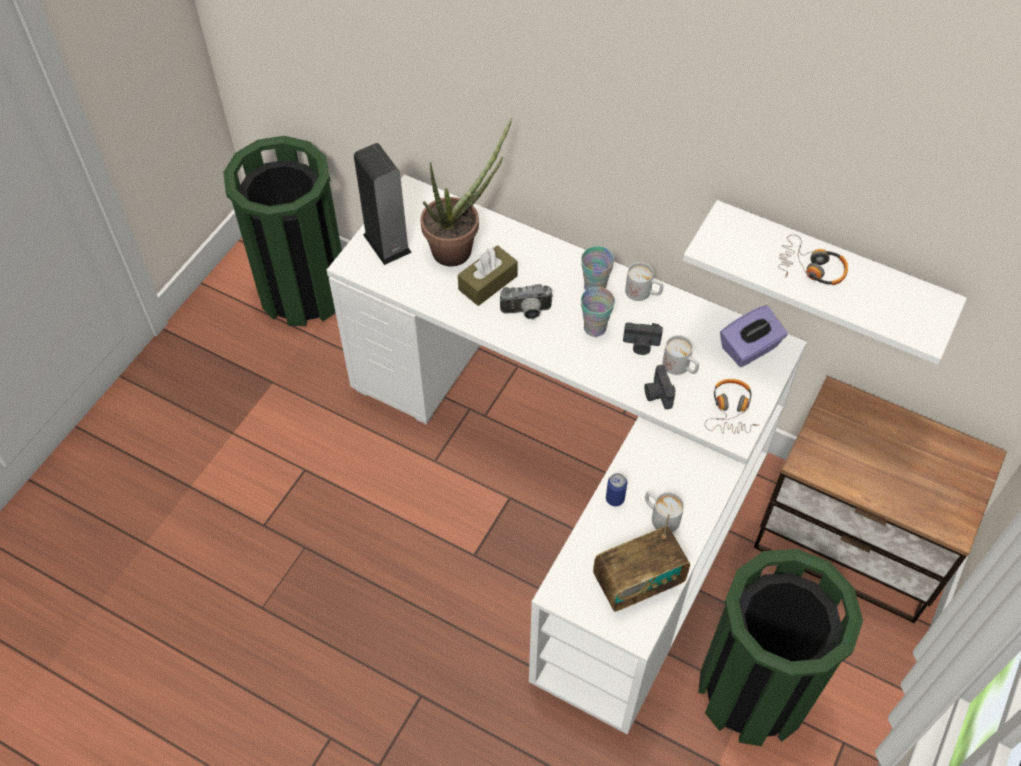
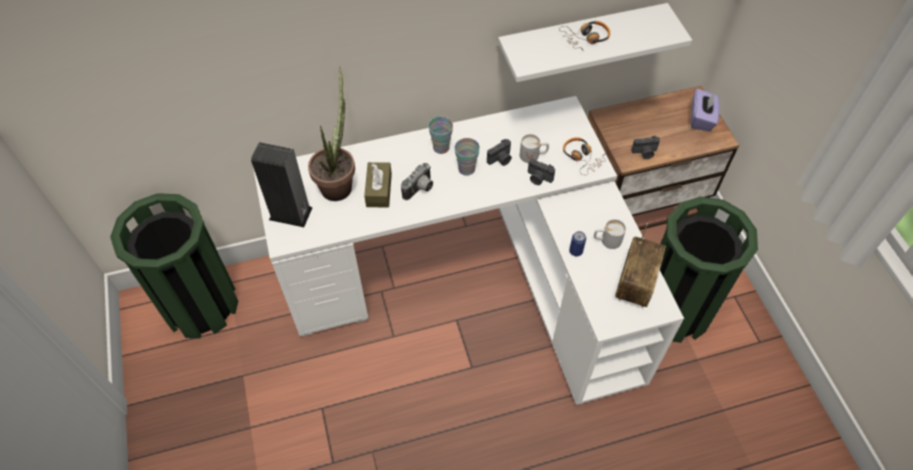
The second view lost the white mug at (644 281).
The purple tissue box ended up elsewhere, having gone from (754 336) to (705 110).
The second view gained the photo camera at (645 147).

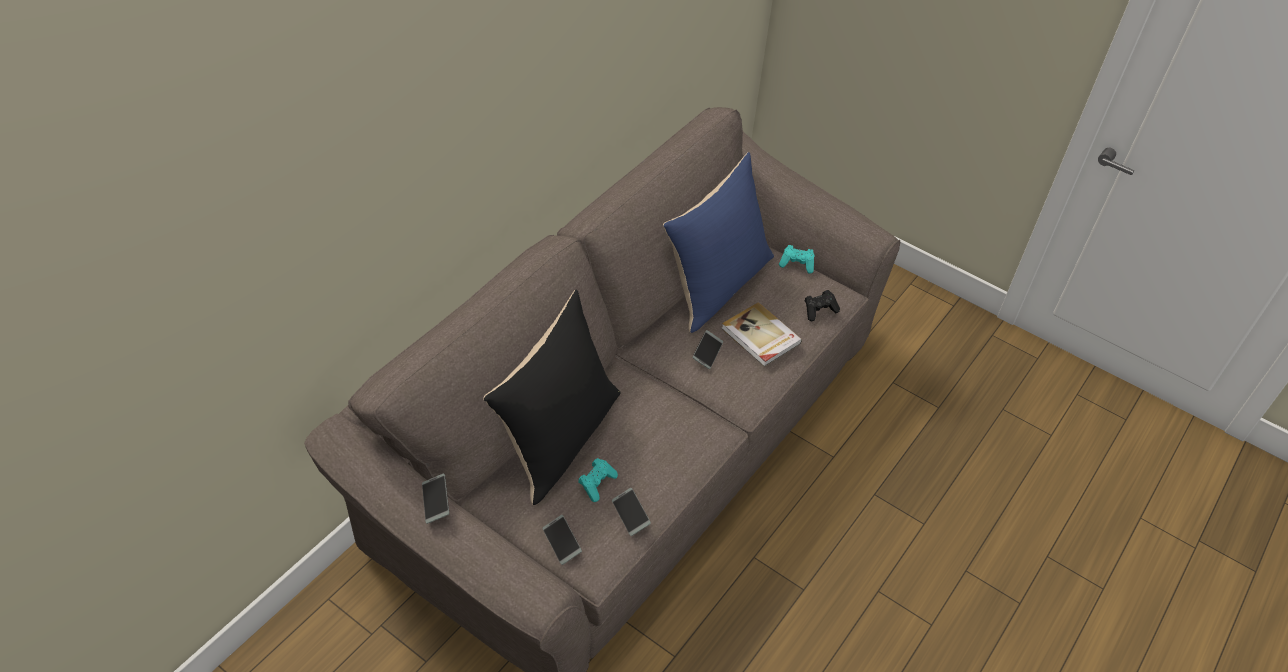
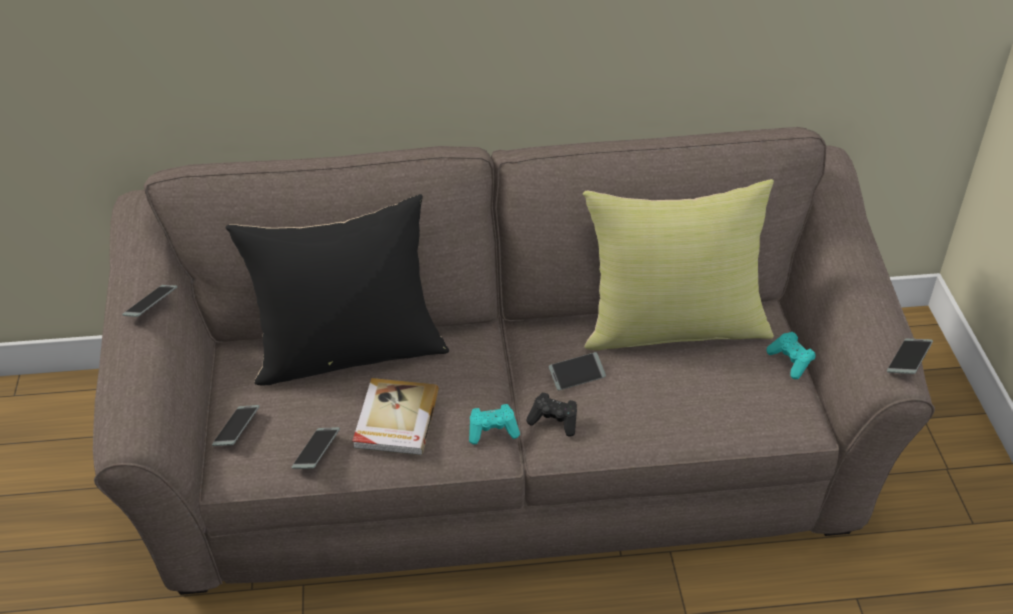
What was the blue pillow at (718 242) turned into the yellow pillow at (678 264).
The black game controller ended up elsewhere, having gone from (822 305) to (551 414).
The book ended up elsewhere, having gone from (761 334) to (395 417).
The turquoise game controller ended up elsewhere, having gone from (598 480) to (494 424).
The second view gained the phone at (910 356).

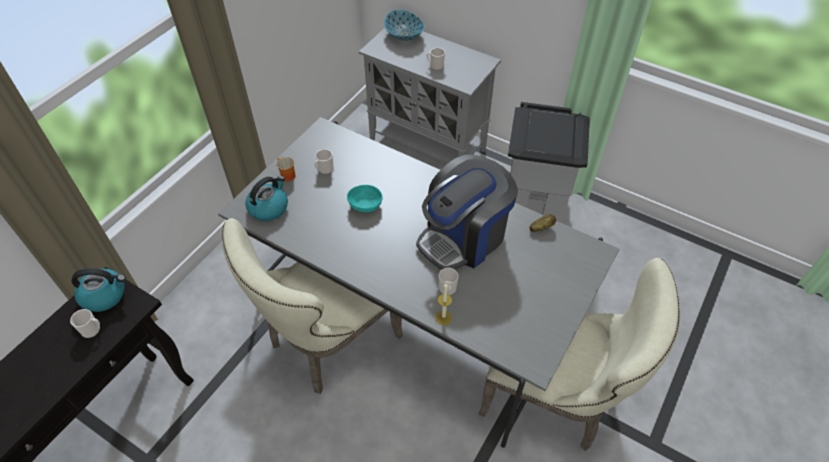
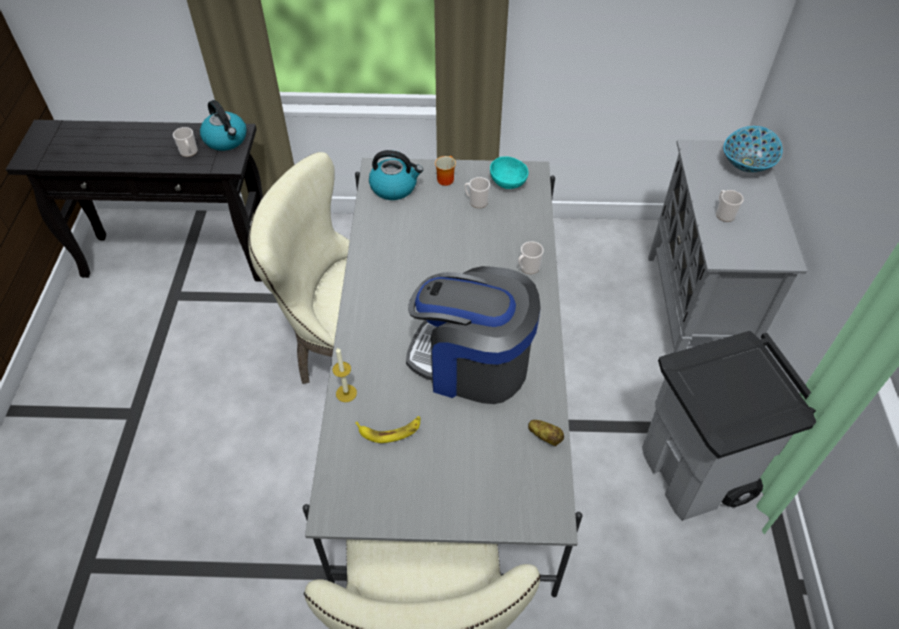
The turquoise bowl ended up elsewhere, having gone from (364 198) to (509 172).
The mug ended up elsewhere, having gone from (448 281) to (530 257).
The second view gained the banana at (387 429).

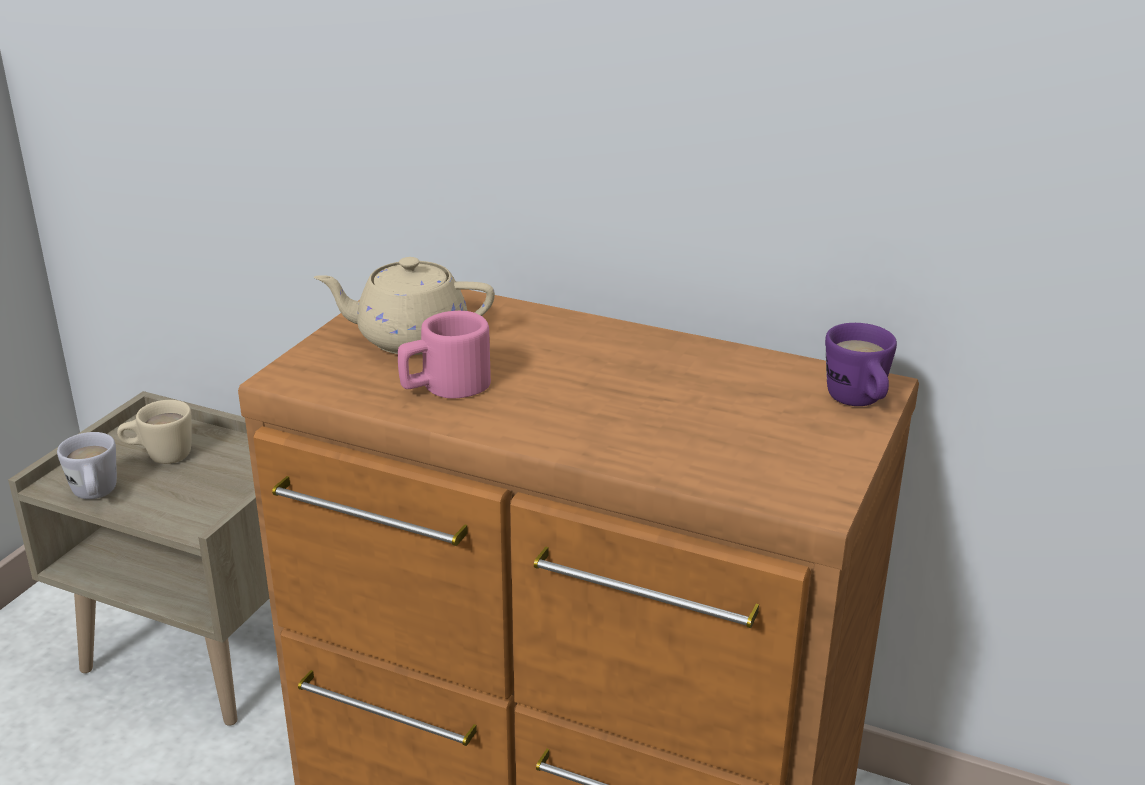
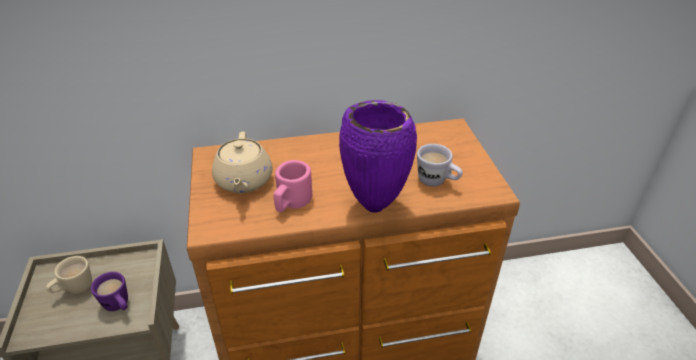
The beige teapot at (404 306) ended up facing another way, 60 degrees counterclockwise from before.
The purple mug ended up elsewhere, having gone from (861 364) to (109 291).
The white mug ended up elsewhere, having gone from (87 465) to (440 165).
The second view gained the purple vase at (378 156).

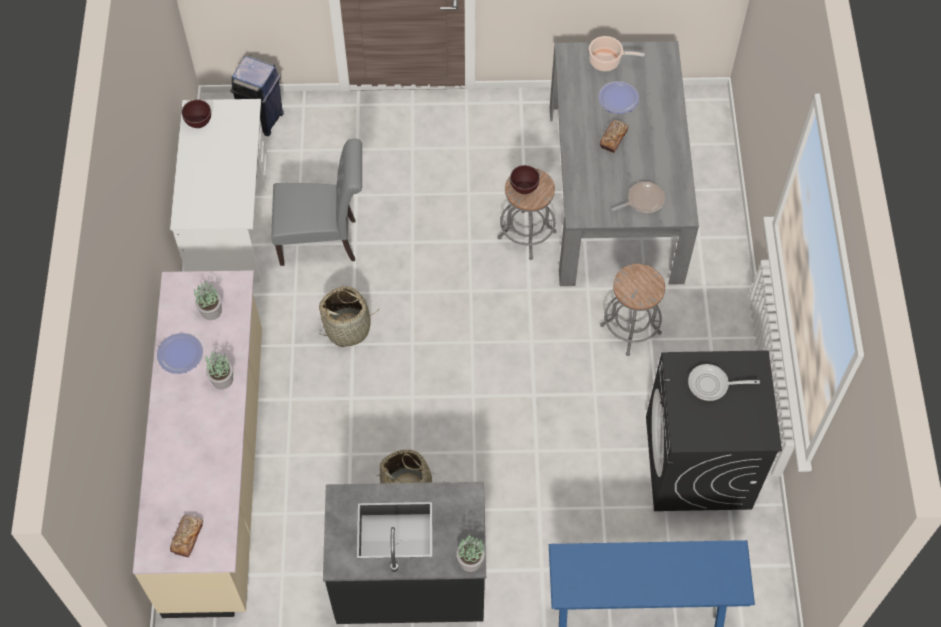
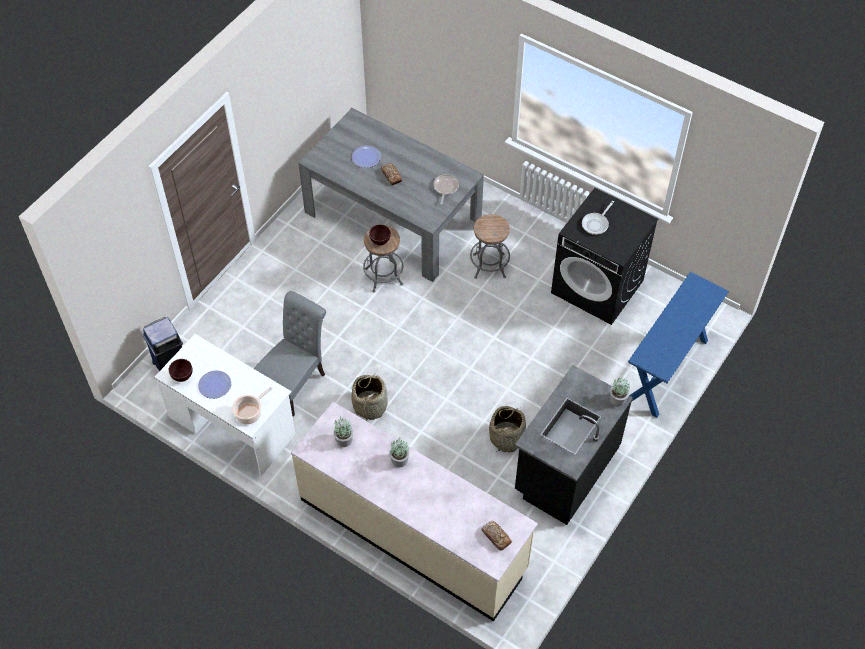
The cooking pot ended up elsewhere, having gone from (617 53) to (252 405).
The plate ended up elsewhere, having gone from (180 353) to (214 384).

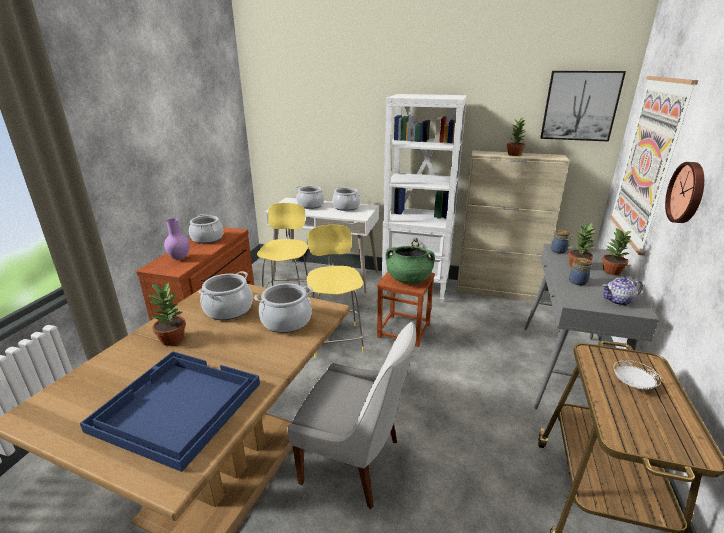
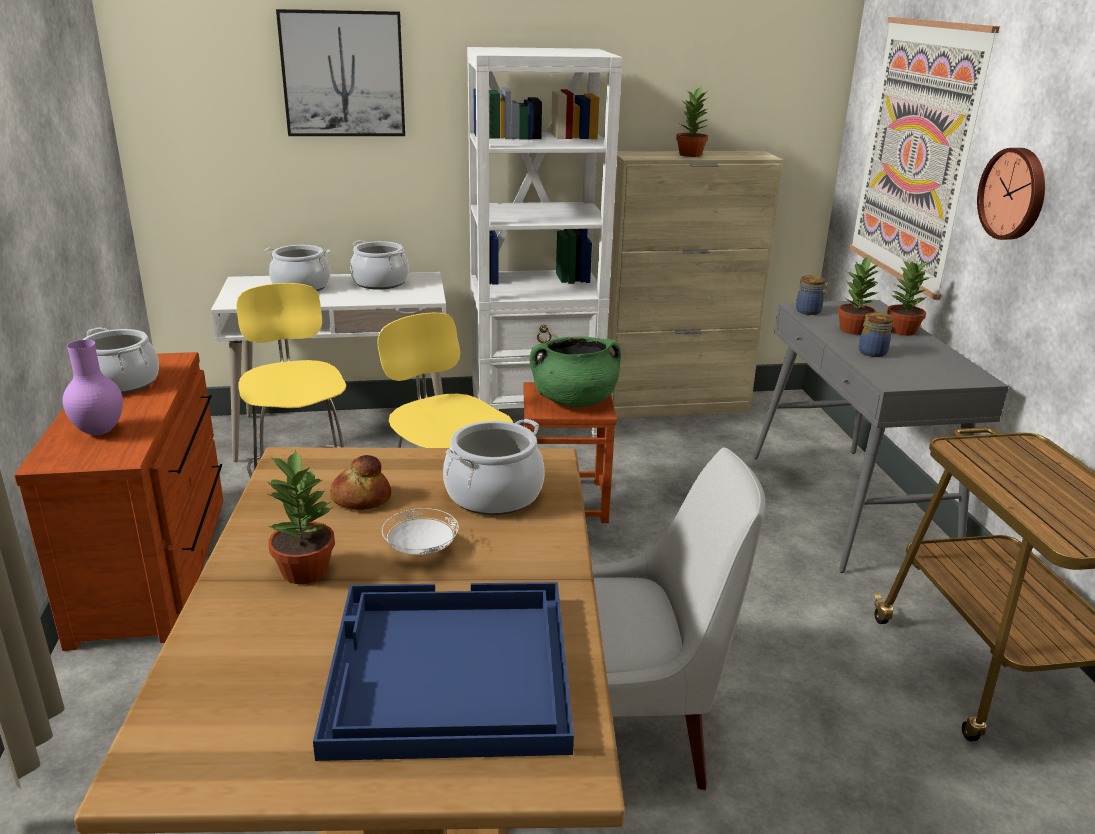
The picture ended up elsewhere, having gone from (583 106) to (340 72).
Where the cooking pot stood at (226 295), the bread came to stand at (360 482).
The second view lost the teapot at (622 291).
The white plate ended up elsewhere, having gone from (637 375) to (420 531).

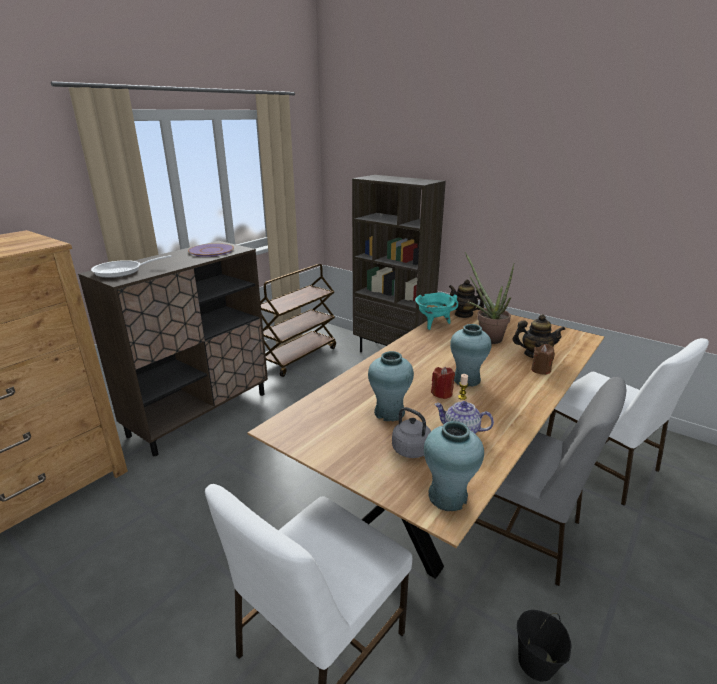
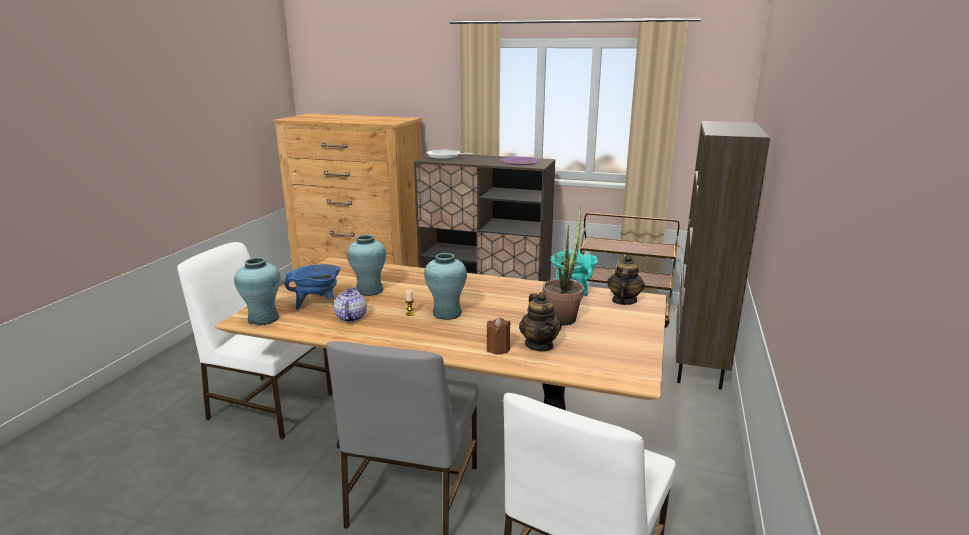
The second view lost the red candle at (443 383).
Where the grey kettle stood at (411 432), the blue cooking pot came to stand at (313 287).
The second view lost the black bucket at (544 645).

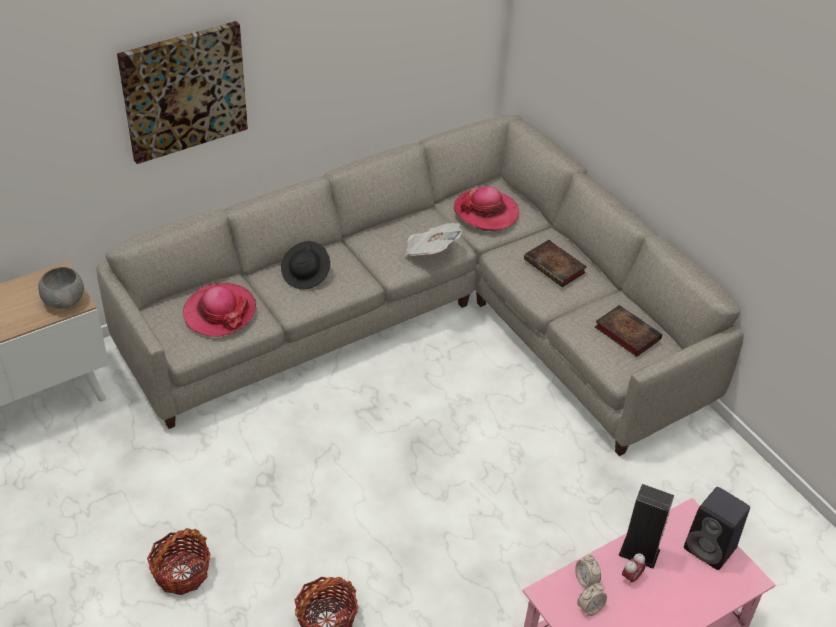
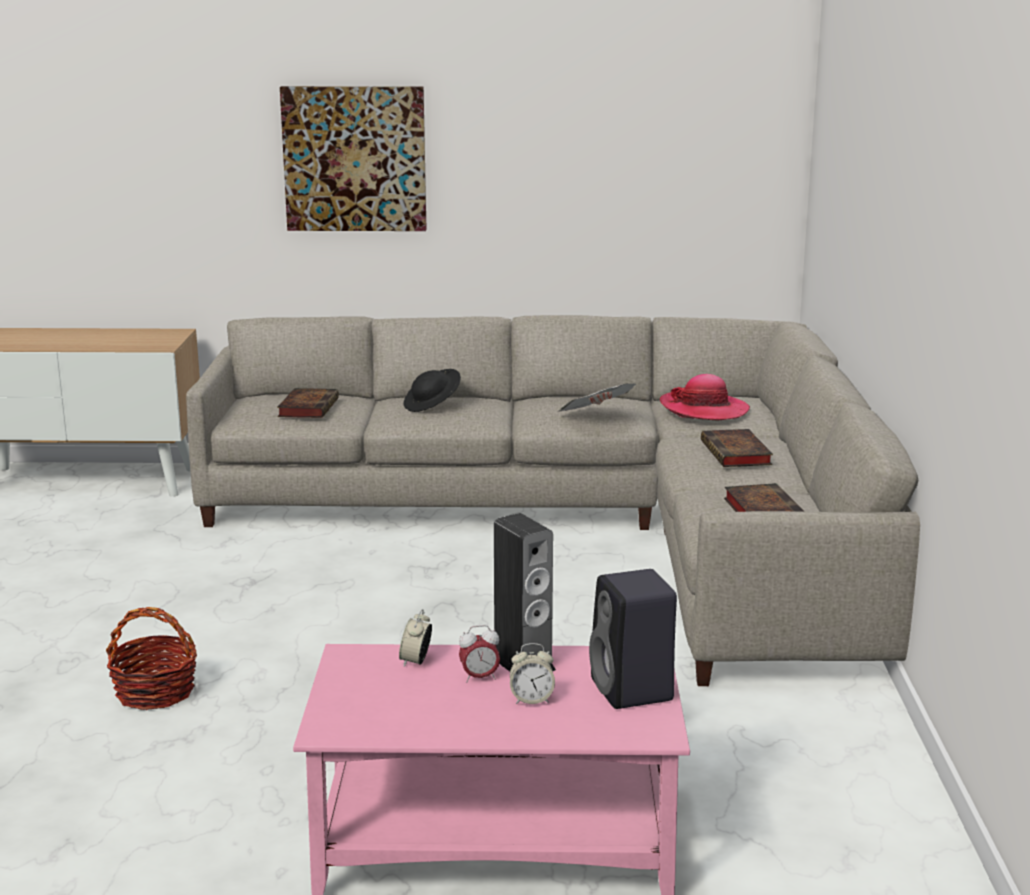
The second view lost the grey bowl at (61 288).
Where the hat stood at (219 310), the book came to stand at (308 403).
The second view lost the basket at (179 561).
The alarm clock ended up elsewhere, having gone from (592 600) to (532 673).

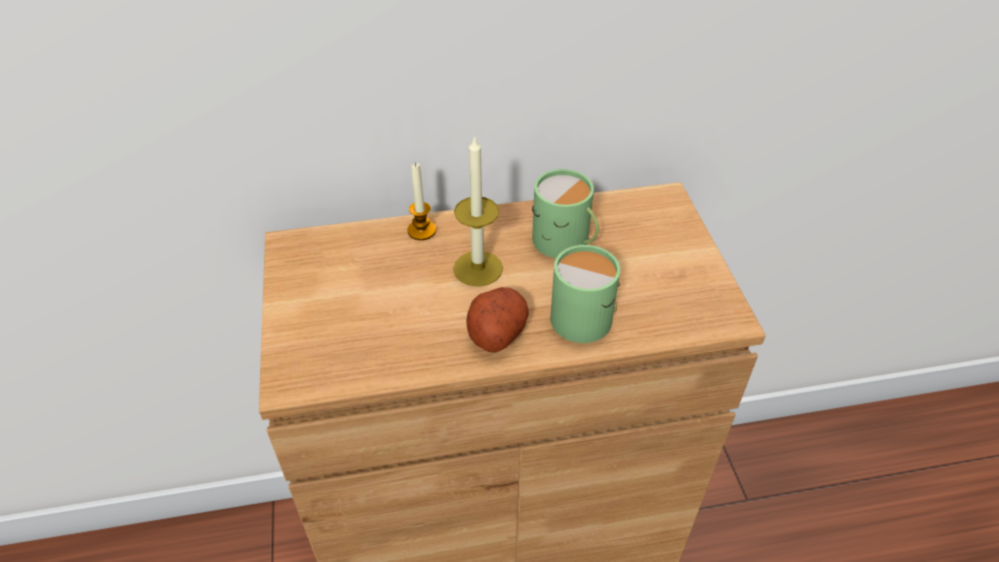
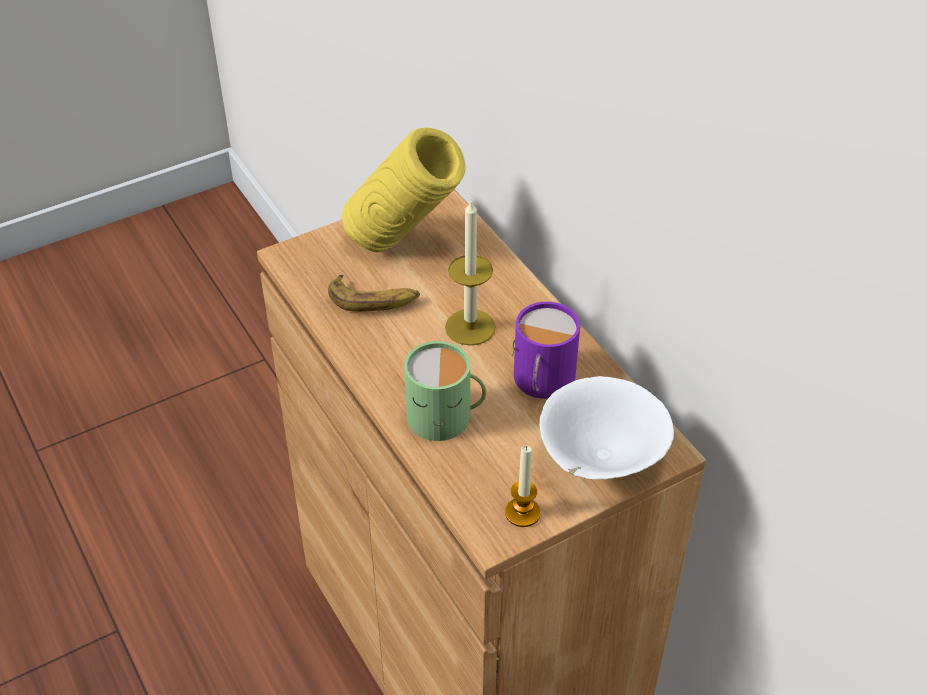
The candle ended up elsewhere, having gone from (421 201) to (522 486).
What was the green mug at (565 213) turned into the purple mug at (546 350).
The second view lost the potato at (497 320).
The second view gained the yellow vase at (403 190).
The second view gained the banana at (374 293).
The second view gained the white bowl at (607 427).

